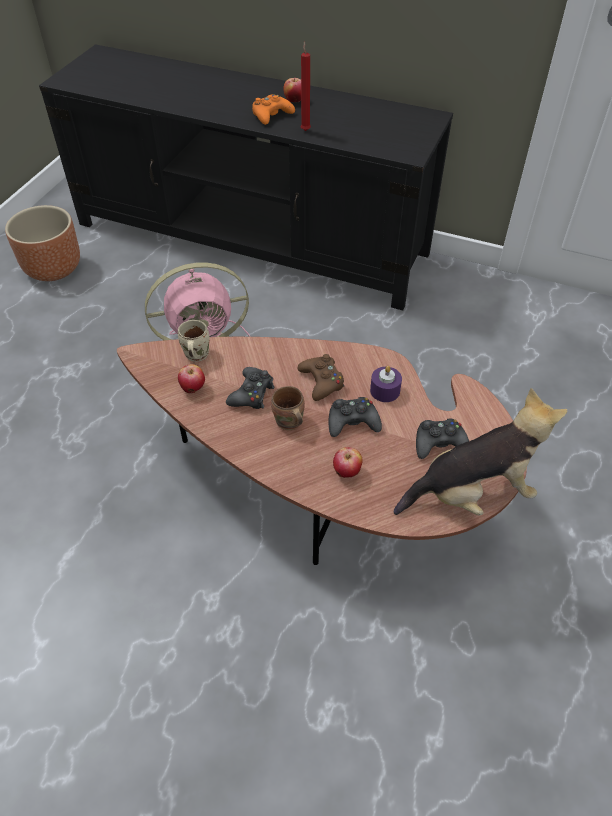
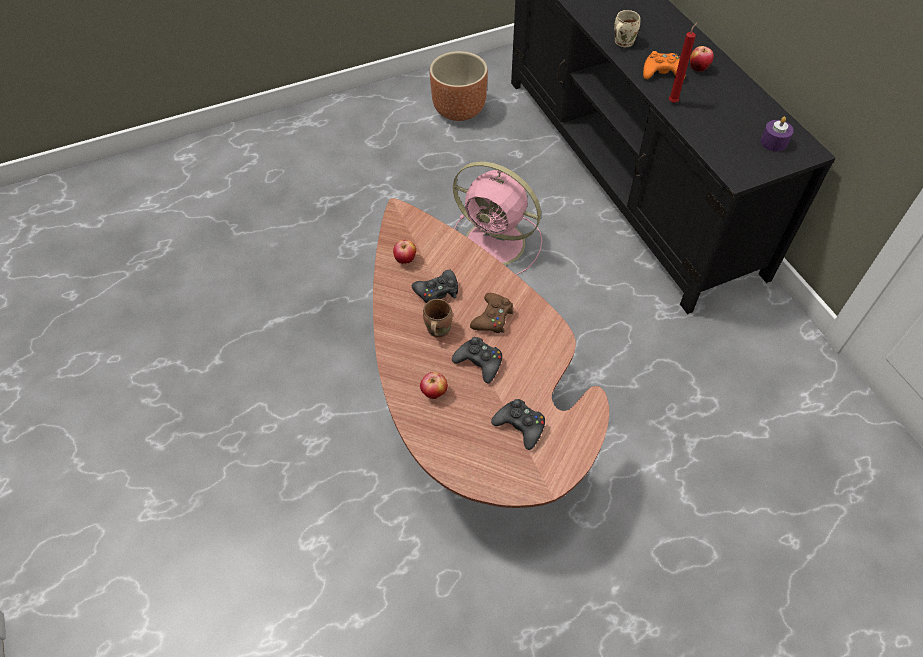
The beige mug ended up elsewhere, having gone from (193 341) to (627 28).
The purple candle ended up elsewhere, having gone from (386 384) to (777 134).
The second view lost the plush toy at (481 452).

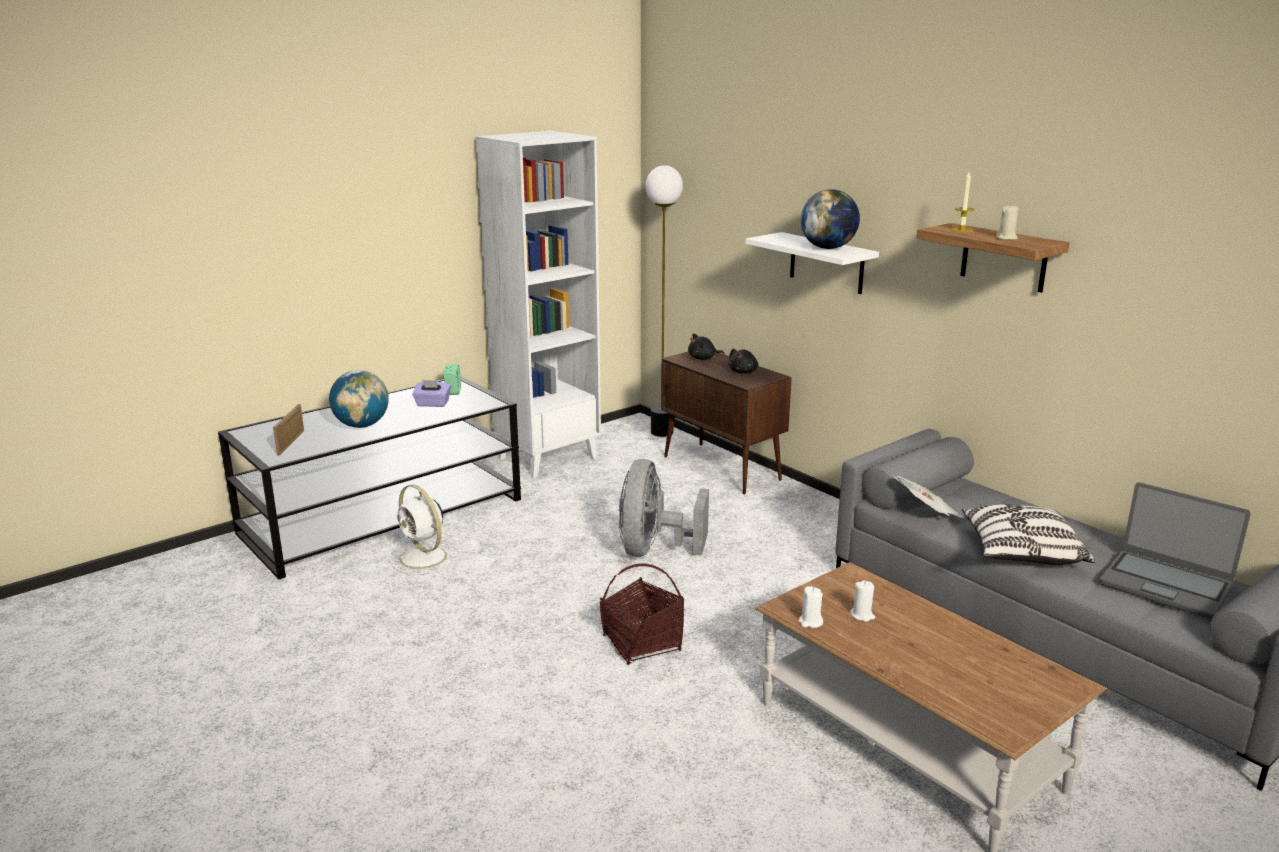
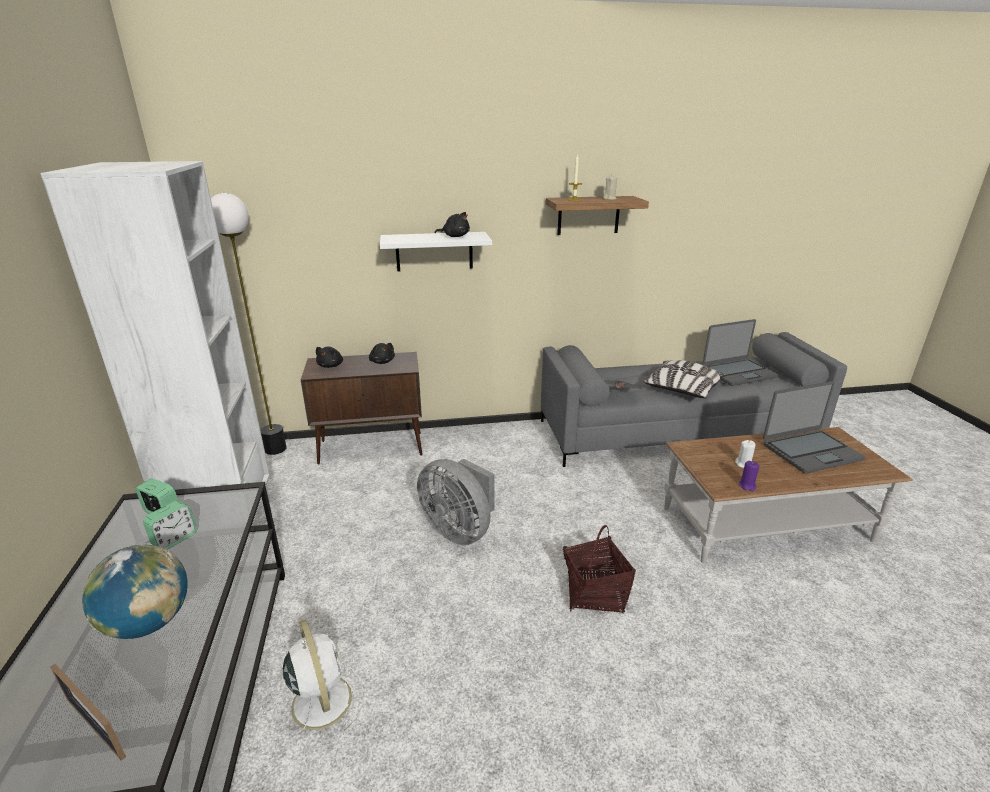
Where the globe stood at (830 219), the black plush toy came to stand at (452 224).
Where the purple tissue box stood at (431 393), the alarm clock came to stand at (170 525).
The white fan at (424 529) ended up facing another way, 105 degrees counterclockwise from before.
What was the white candle at (810 607) turned into the purple candle at (749 476).
The second view gained the laptop at (814 427).

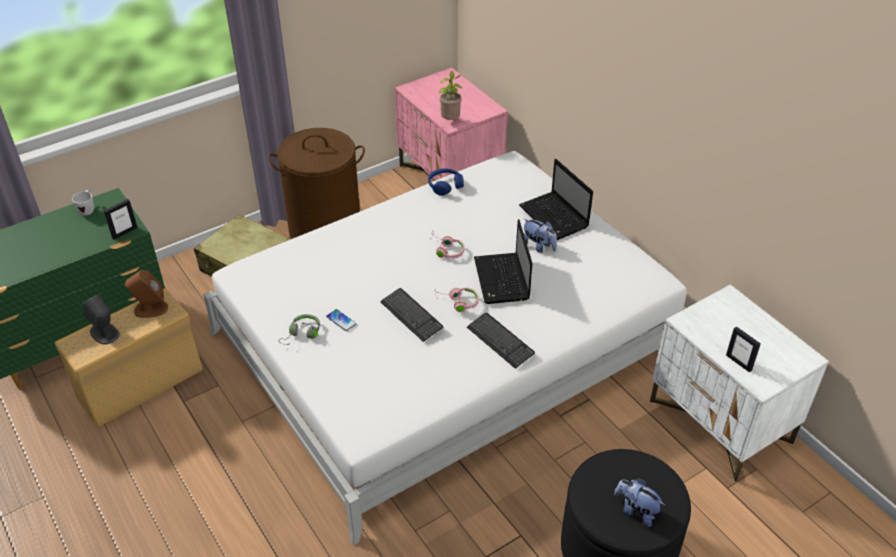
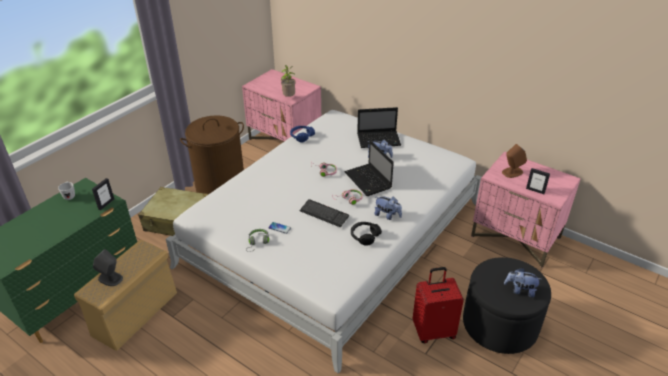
The laptop at (556 199) ended up facing another way, 45 degrees counterclockwise from before.
The brown speaker ended up elsewhere, having gone from (146 294) to (514 161).
What was the white nightstand at (739 383) turned into the pink nightstand at (526 209).
Where the keyboard stood at (501 340), the plush toy came to stand at (388 208).
The second view gained the black headphones at (366 234).
The second view gained the red suitcase at (438 305).

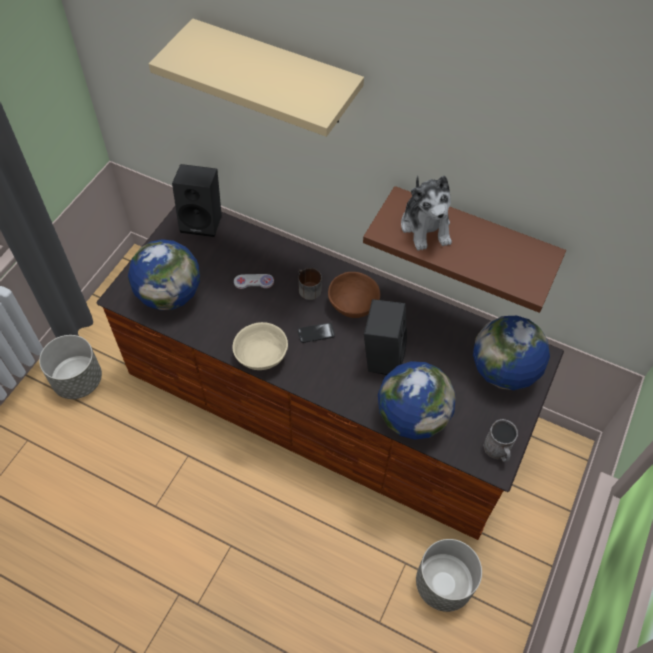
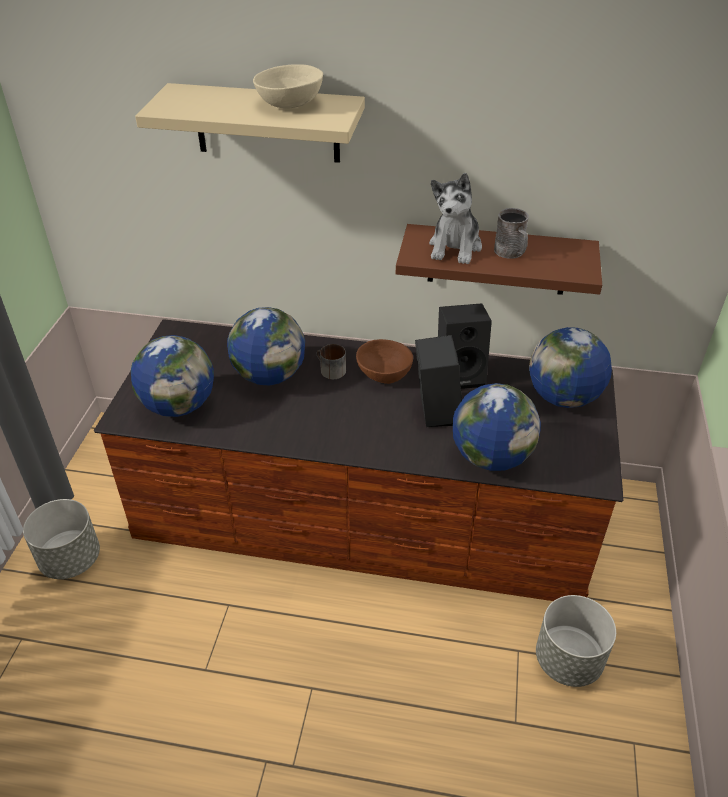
The black speaker ended up elsewhere, having gone from (197 200) to (465 346).
The plush toy at (426 213) ended up facing another way, 45 degrees clockwise from before.
Where the white game controller stood at (254 281), the globe came to stand at (266 346).
The beige bowl ended up elsewhere, having gone from (260 346) to (288 86).
The second view lost the phone at (316 333).
The grey mug ended up elsewhere, having gone from (500 440) to (511 233).

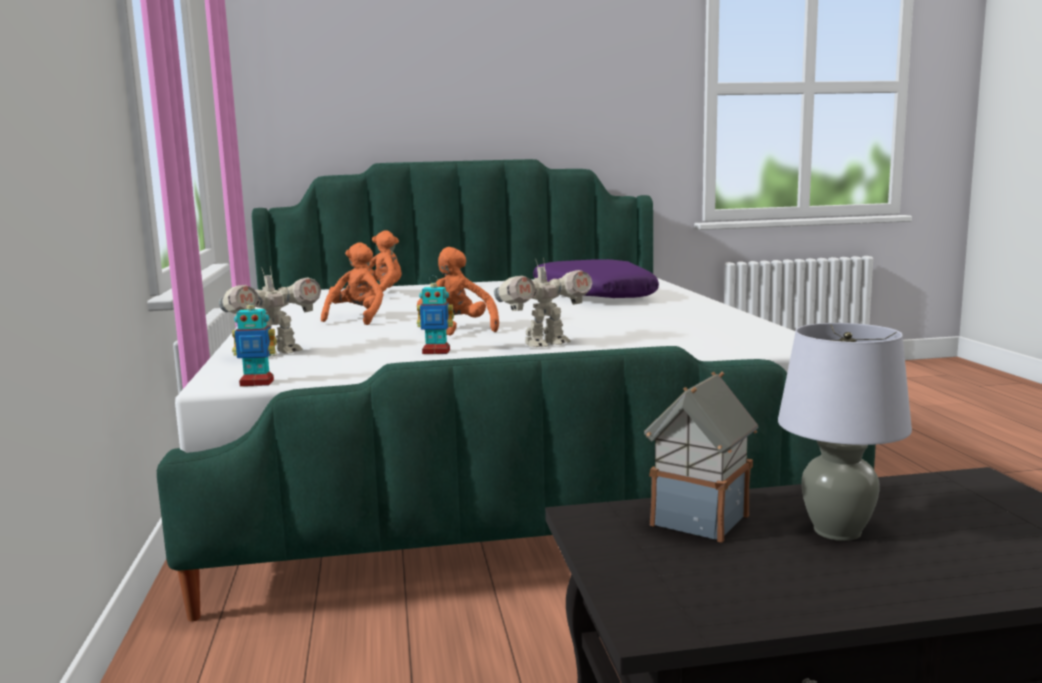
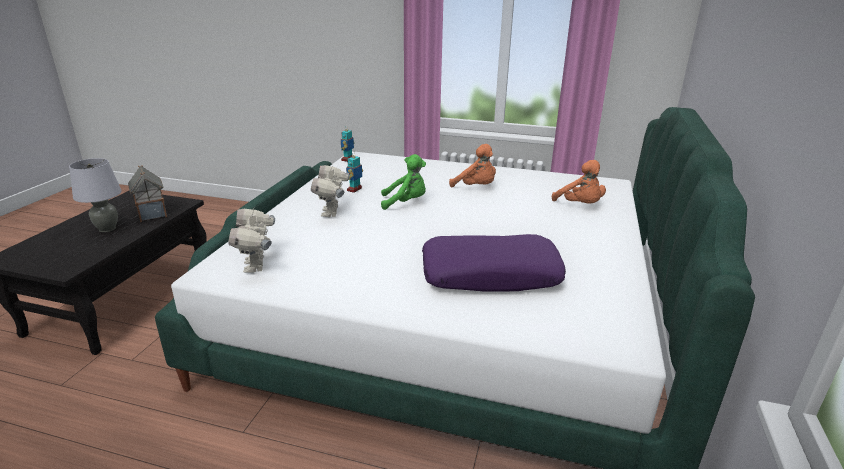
What was the orange plush toy at (458 291) turned into the green plush toy at (403 182).
The toy robot ended up elsewhere, having gone from (270 311) to (251 241).

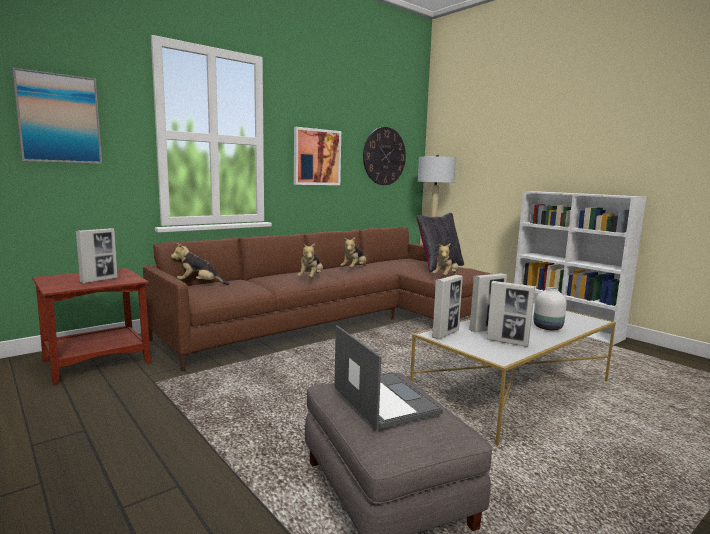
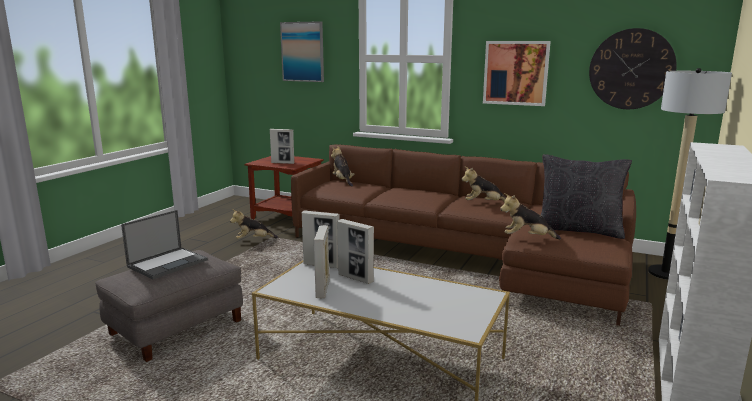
The plush toy ended up elsewhere, having gone from (310 260) to (254 224).
The second view lost the white vase at (550 308).

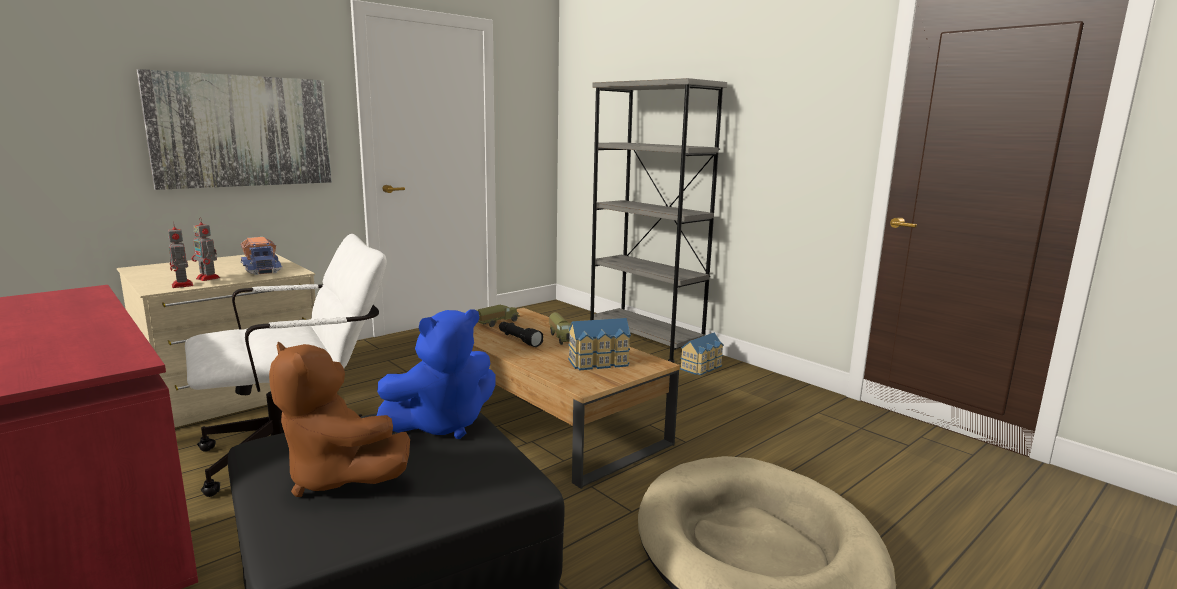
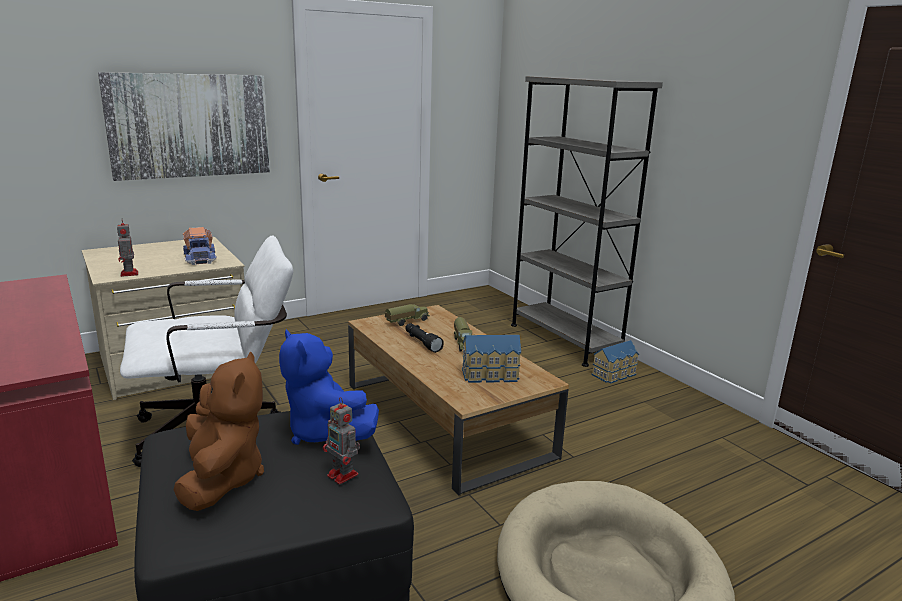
The toy robot ended up elsewhere, having gone from (205 249) to (341 440).
The blue plush toy at (436 374) ended up facing another way, 75 degrees clockwise from before.
The brown plush toy at (339 419) ended up facing another way, 150 degrees counterclockwise from before.

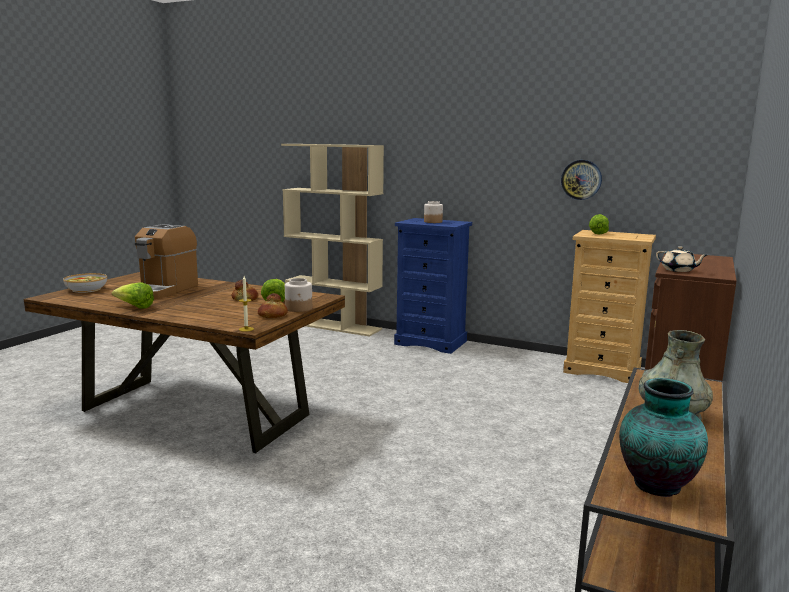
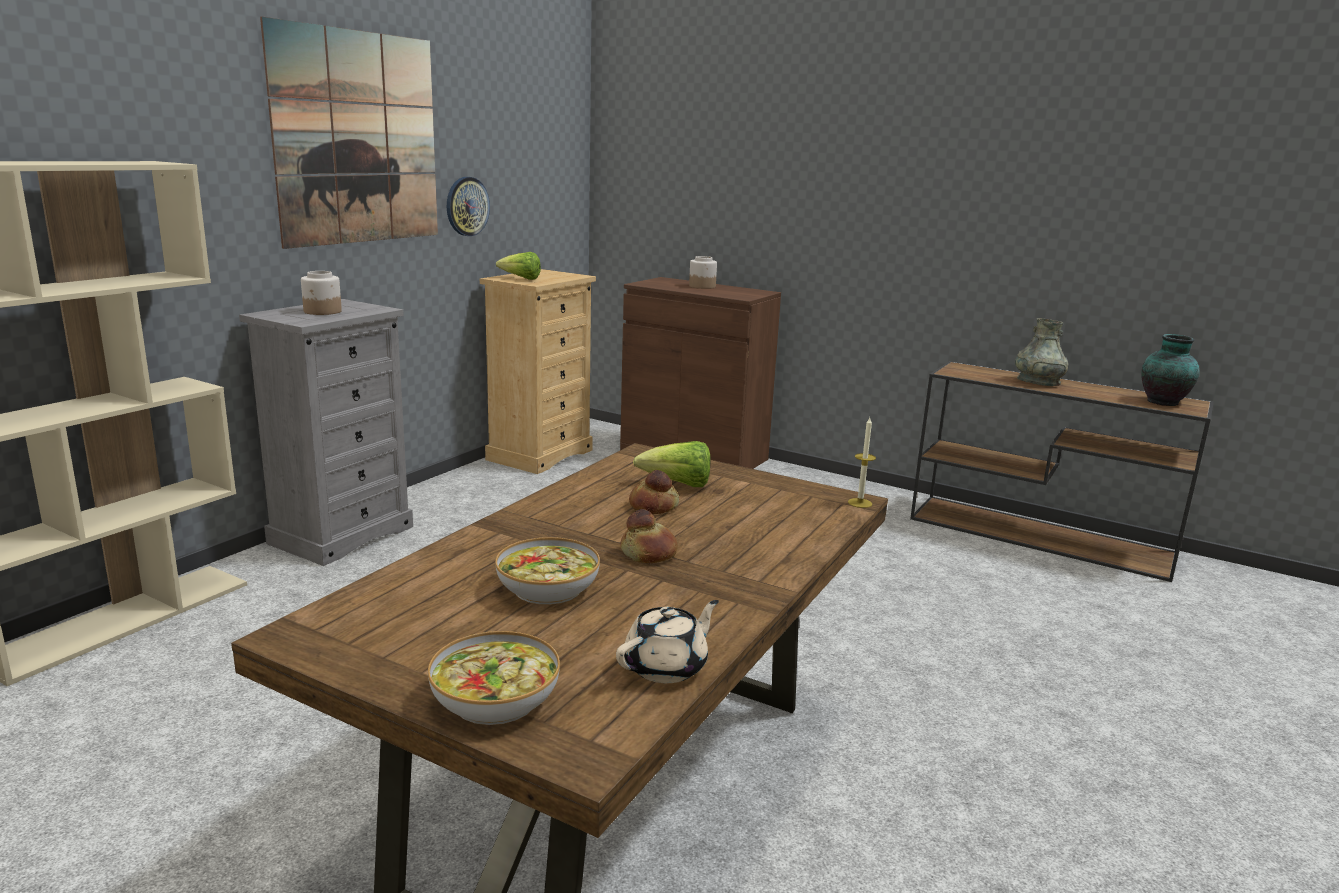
What was the blue dresser at (433 286) turned into the grey dresser at (326 432).
Where the coffee machine stood at (166 261), the bowl came to stand at (547 571).
The beige teapot ended up elsewhere, having gone from (681 259) to (667 641).
The jar ended up elsewhere, having gone from (298 295) to (703 272).
The second view lost the lettuce at (133 295).
The bread ended up elsewhere, having gone from (273 305) to (649 536).
The second view gained the picture at (349 133).

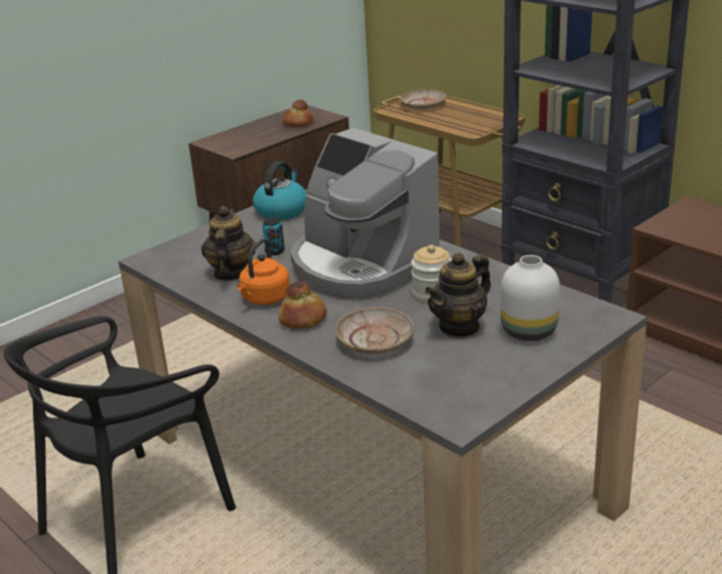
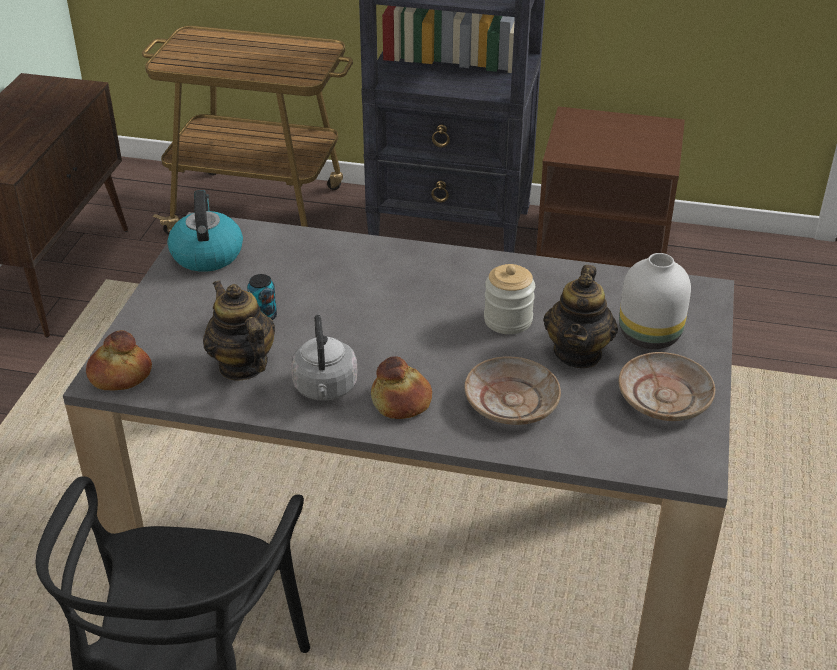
The beige plate ended up elsewhere, having gone from (423 99) to (667 386).
The bread ended up elsewhere, having gone from (297 113) to (119 360).
The second view lost the coffee machine at (365 213).
What was the orange kettle at (263 271) turned into the grey kettle at (324 357).

